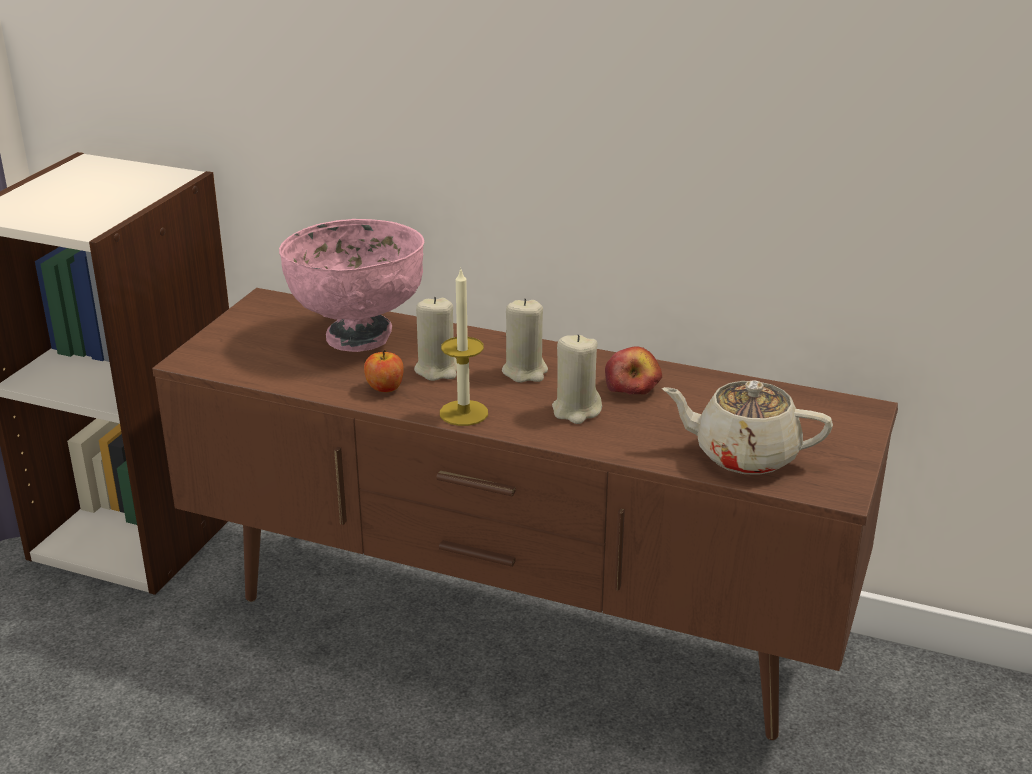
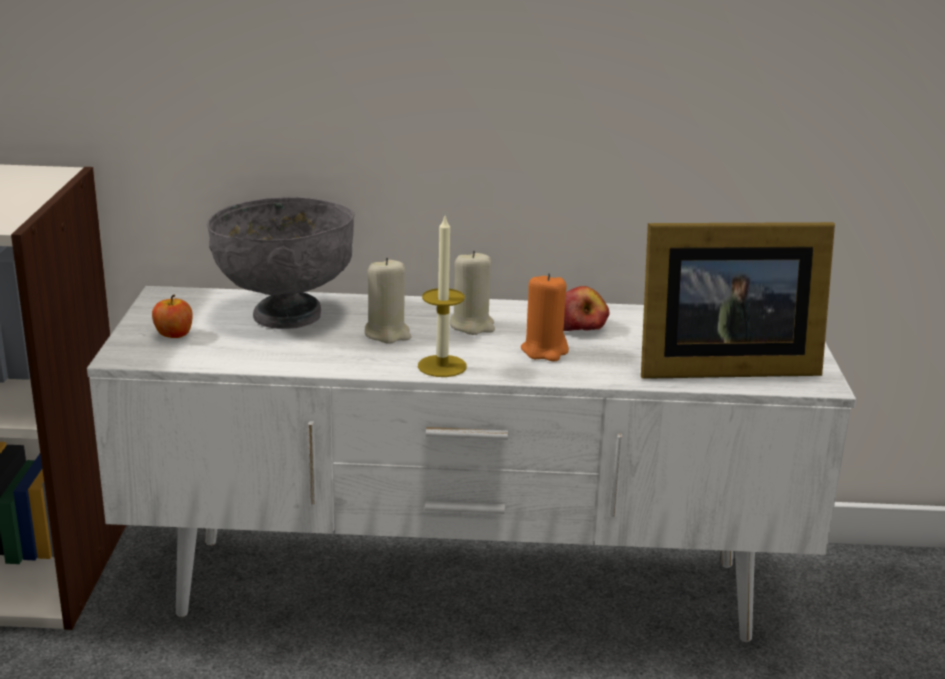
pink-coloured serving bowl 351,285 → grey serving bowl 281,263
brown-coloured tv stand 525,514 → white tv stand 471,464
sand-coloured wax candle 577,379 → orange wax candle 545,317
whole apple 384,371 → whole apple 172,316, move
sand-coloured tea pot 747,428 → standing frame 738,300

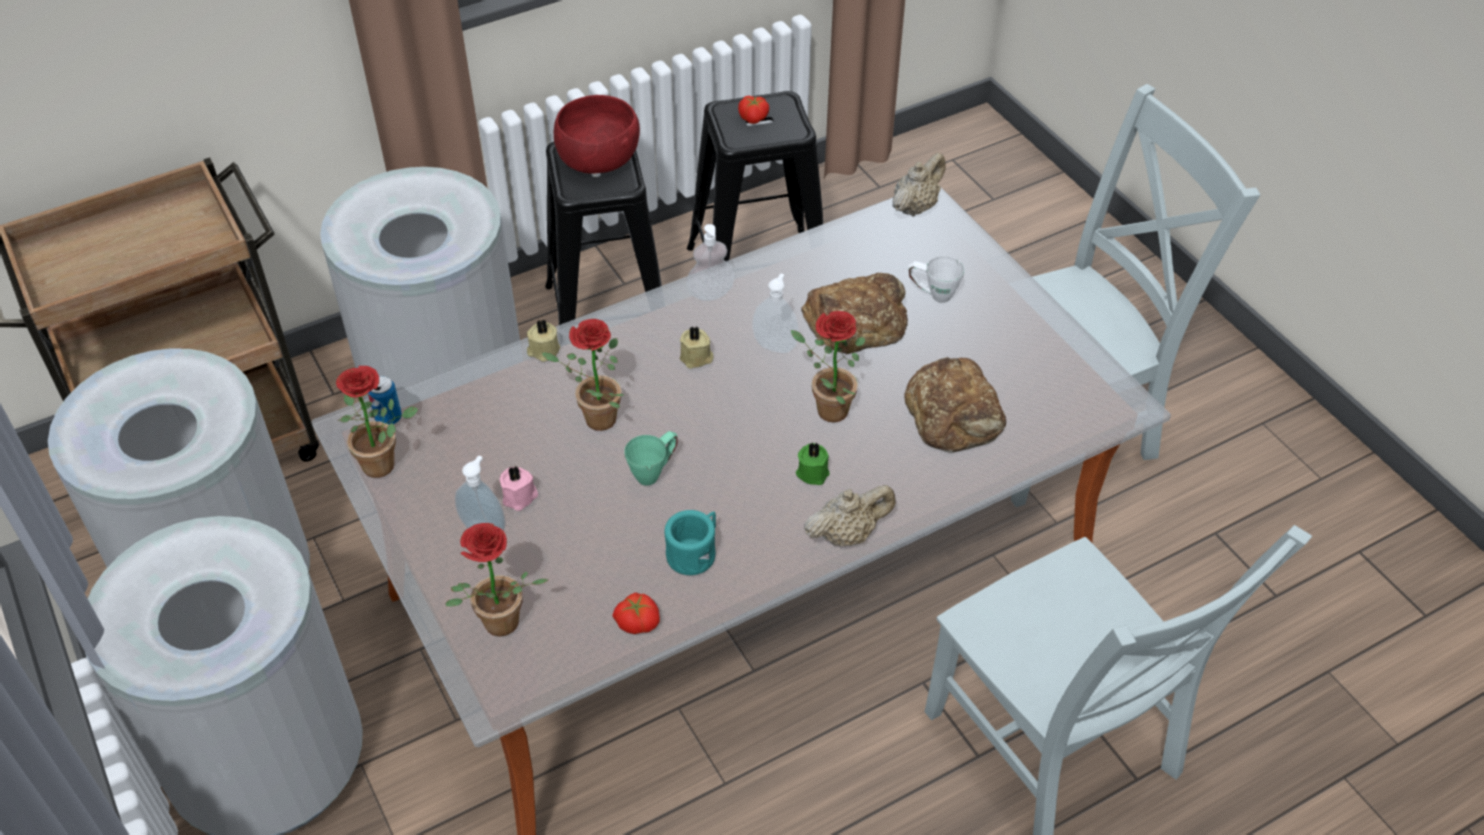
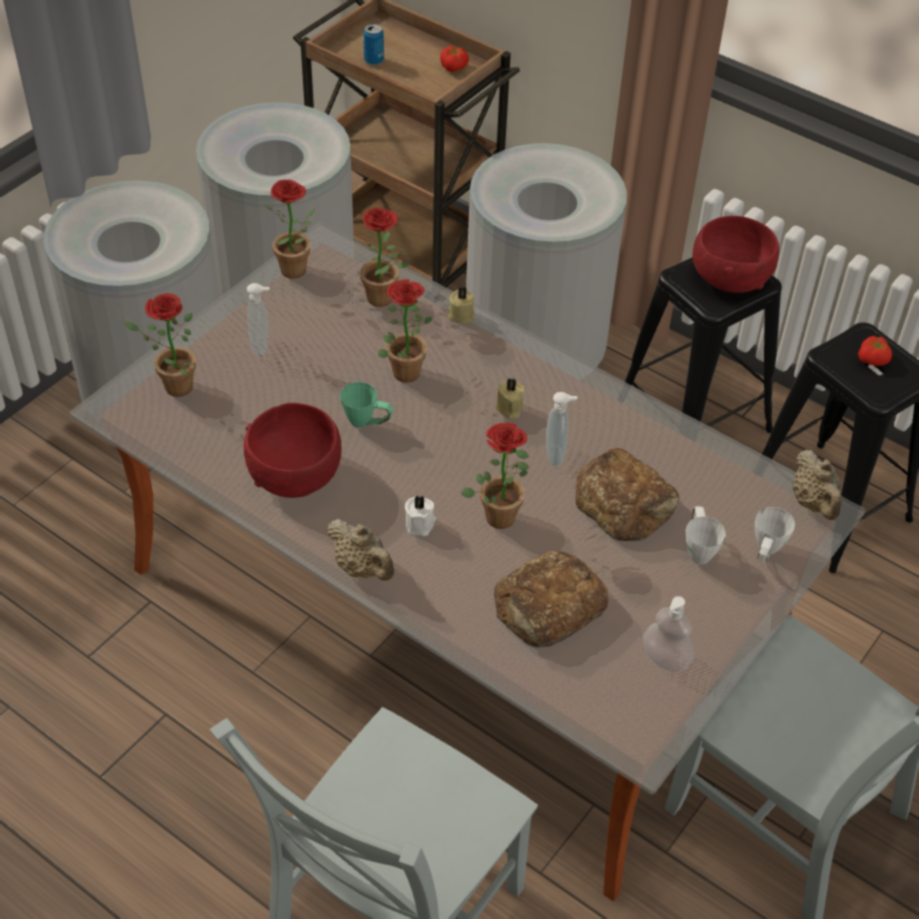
sand-coloured tea pot 918,185 → sand-coloured tea pot 817,485, 60 degrees clockwise
soap dispenser 710,262 → soap dispenser 668,634, move
can 385,400 → can 373,44, move
green-coloured wax candle 813,464 → white wax candle 420,516
pink-coloured wax candle 519,488 → -
turquoise-coloured coffee mug 690,542 → reddish serving bowl 293,450
fresh tomato 636,613 → fresh tomato 454,59, move
- → houseplant 381,257
- → white coffee mug 775,534

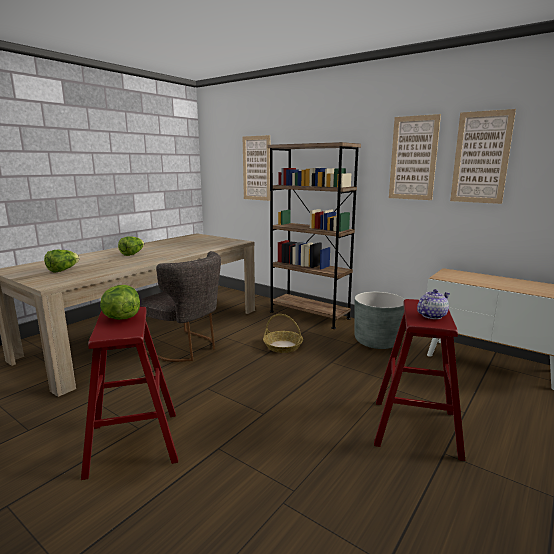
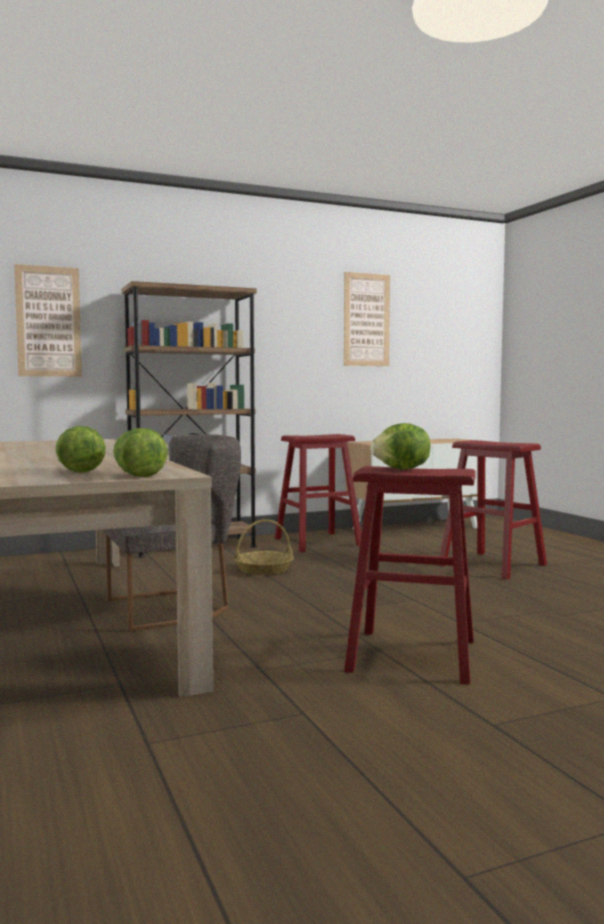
picture 415,157 → -
lettuce head 131,246 → lettuce head 140,452, move
tea pot 433,304 → -
grey flower pot 379,320 → reddish sitting stool 318,493

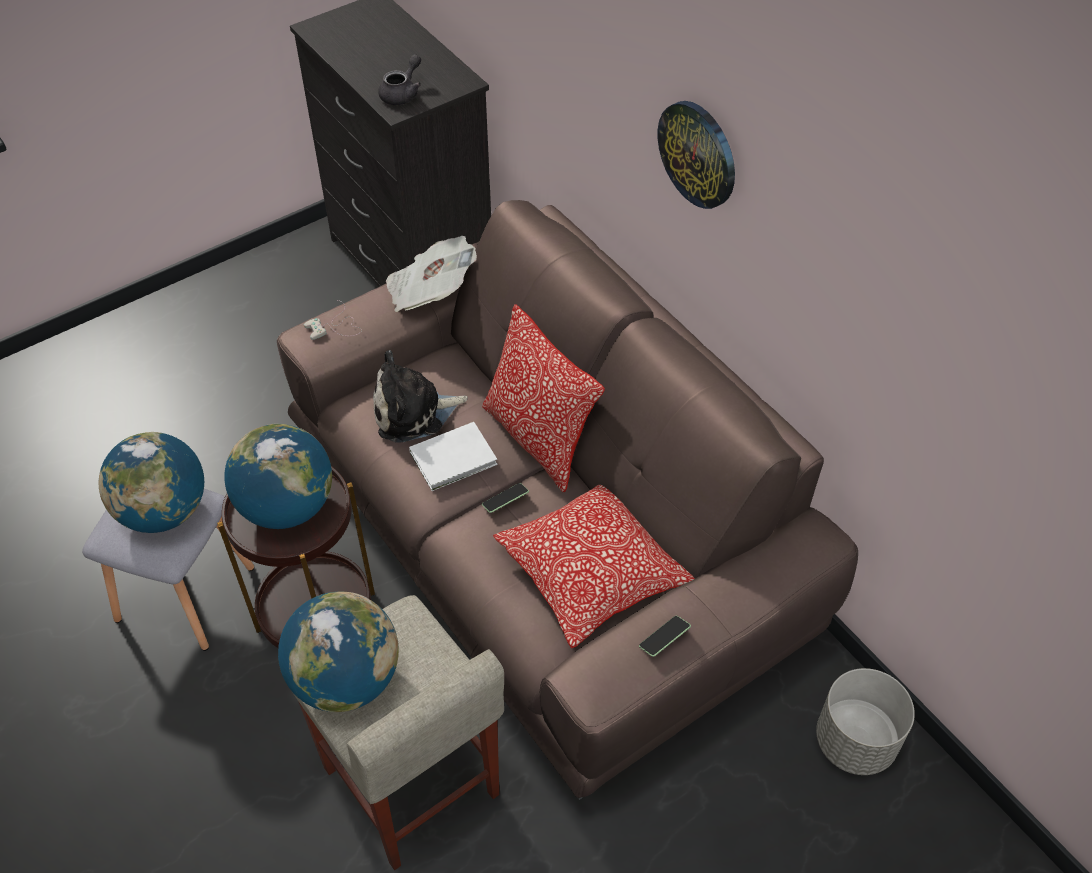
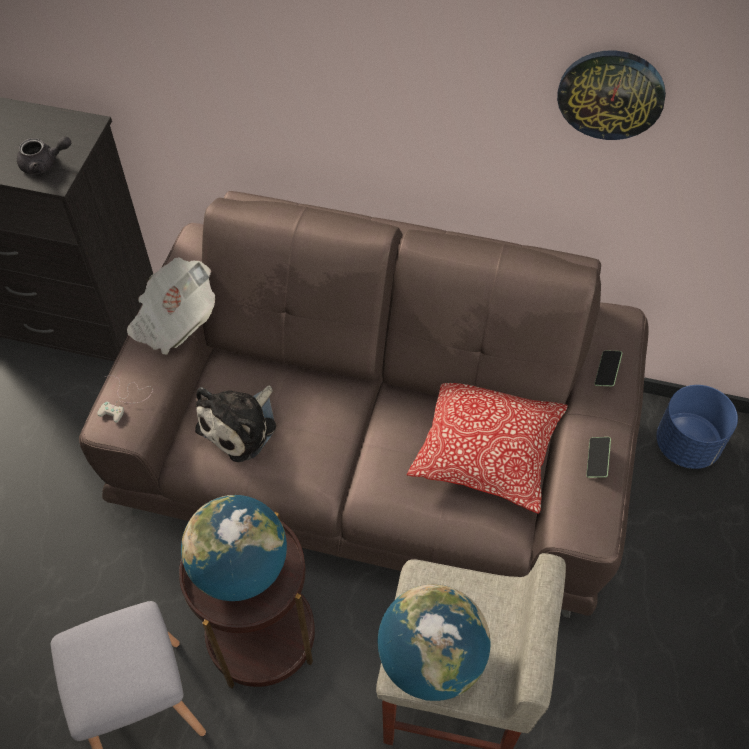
grey tea pot 399,79 → grey tea pot 44,155, 90 degrees clockwise
hanging clock 696,155 → hanging clock 611,95, move
throw pillow 543,398 → -
white book 453,456 → -
desk globe 151,482 → -
phone 505,498 → phone 608,368, move
grey flower pot 865,721 → blue-coloured flower pot 697,427

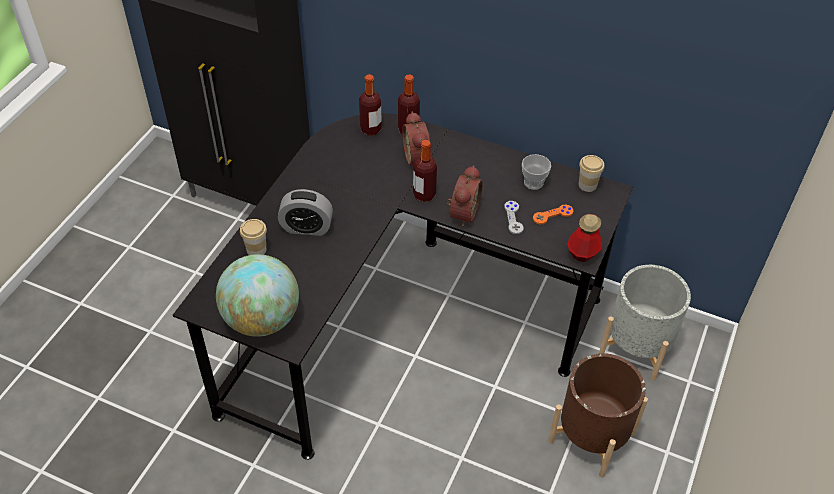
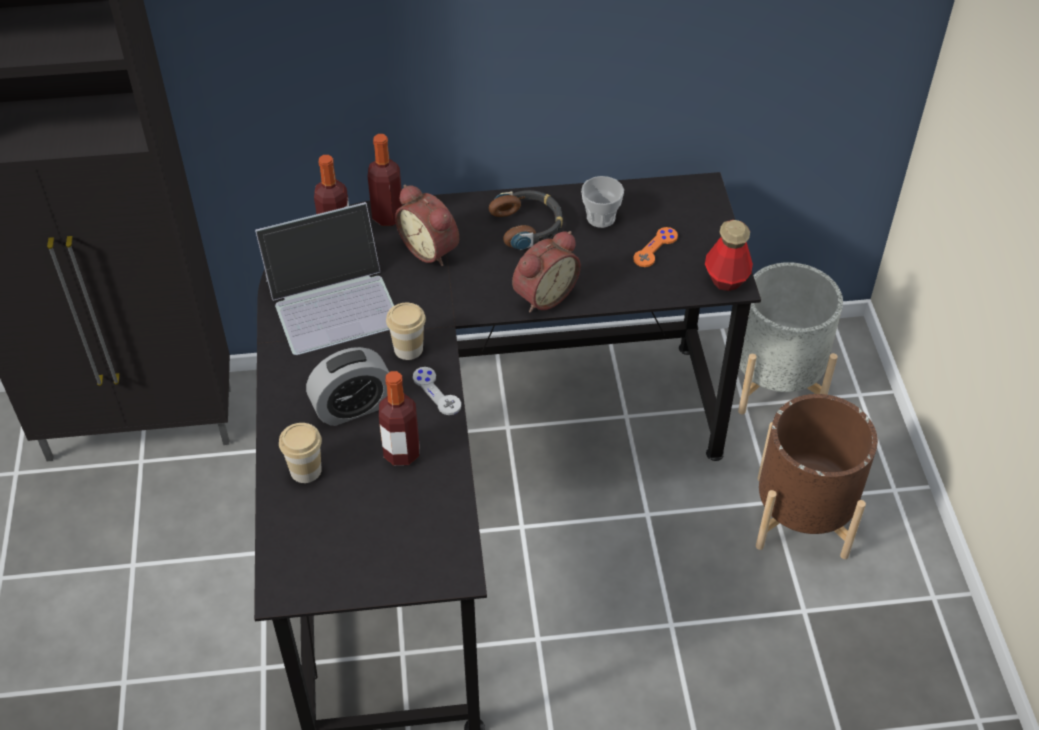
beverage bottle 425,171 → beverage bottle 399,418, move
cup 591,173 → cup 406,331, move
table clock 465,196 → table clock 546,272, 60 degrees clockwise
grey gamepad 514,217 → grey gamepad 437,391, move
desk globe 257,295 → -
- → pair of headphones 526,220
- → notebook computer 324,278

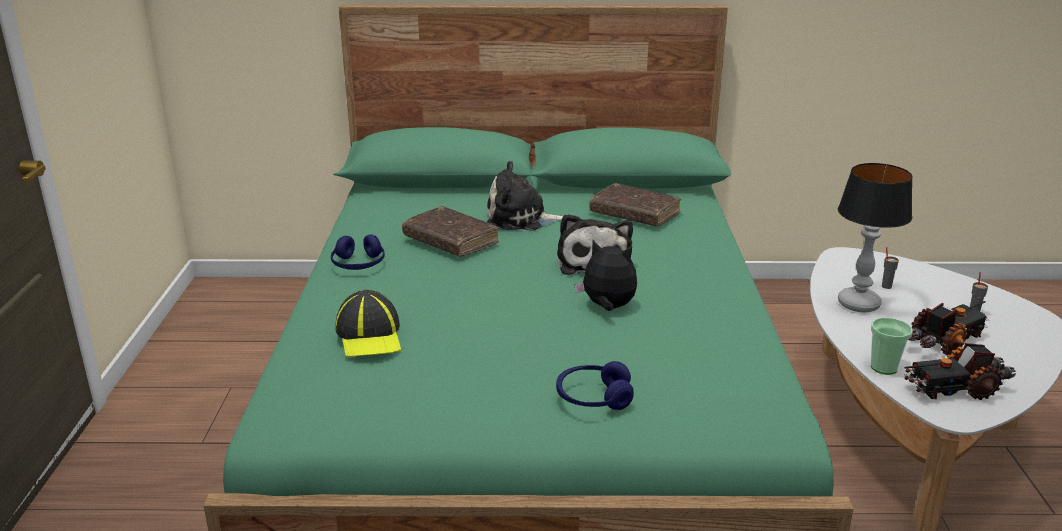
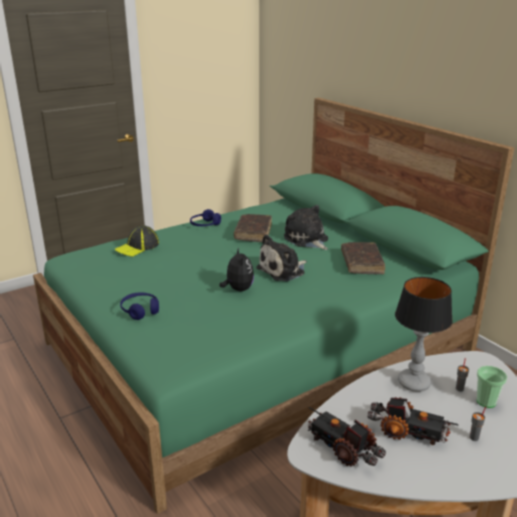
cup 891,346 → cup 492,387, move

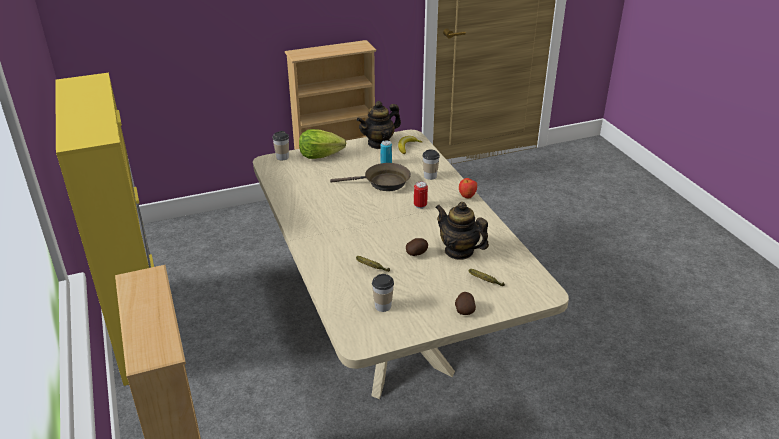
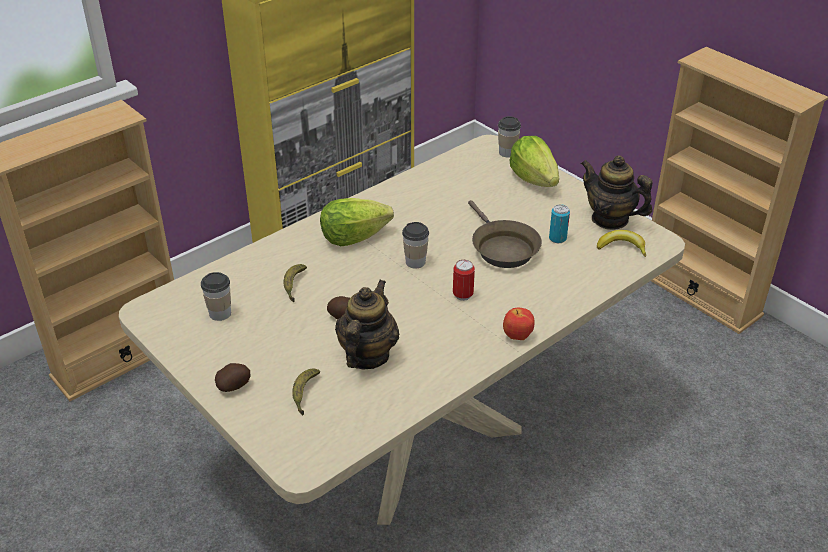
cup 431,164 → cup 415,245, move
- → lettuce head 357,222

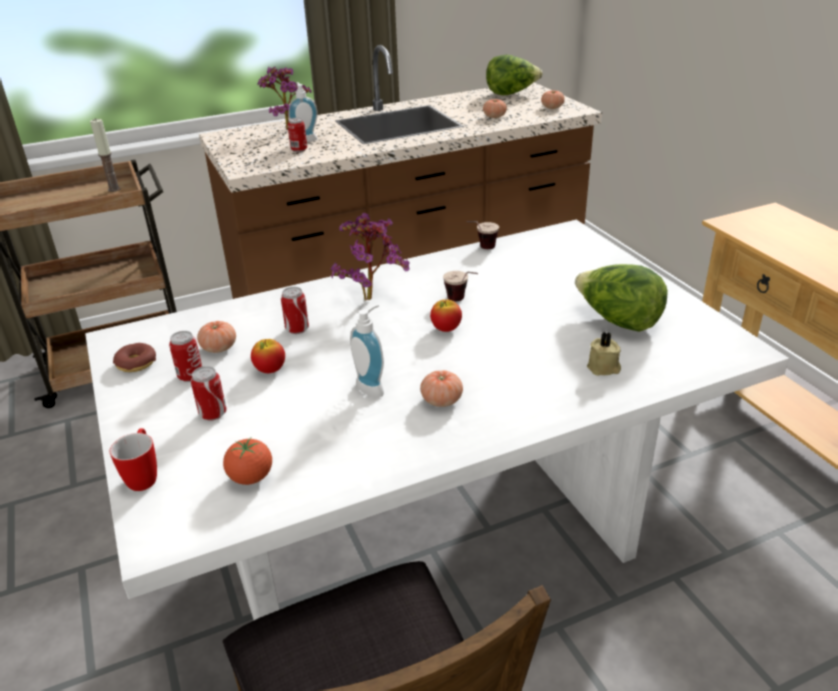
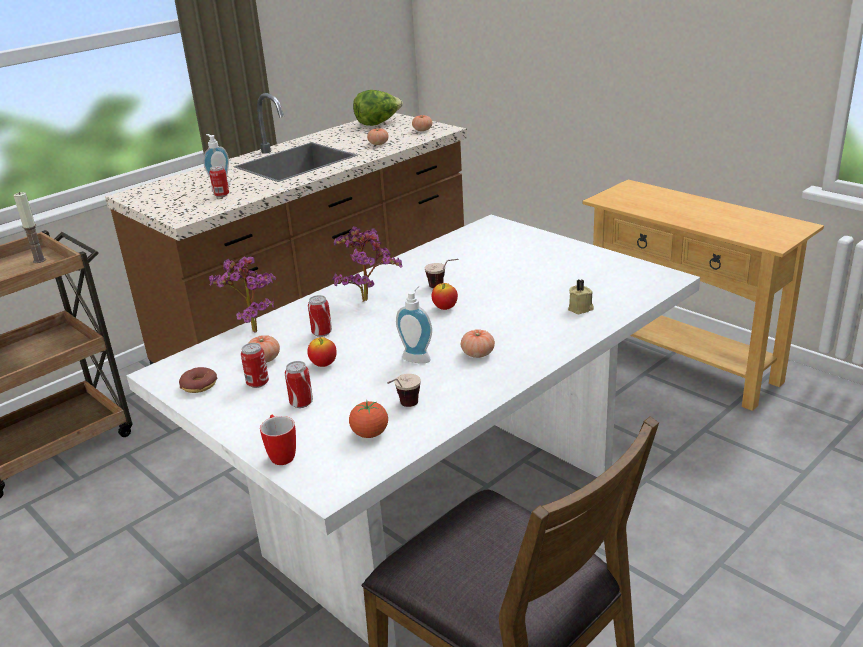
houseplant 285,98 → houseplant 243,294, move
cup 482,235 → cup 404,390, move
lettuce head 621,298 → -

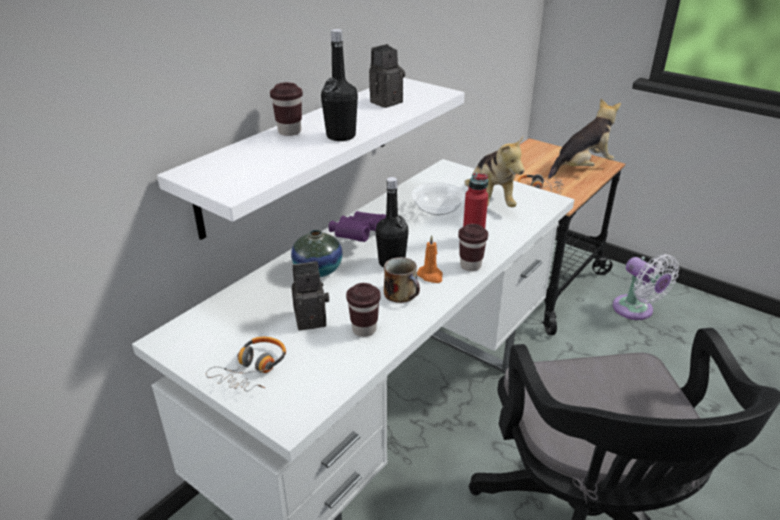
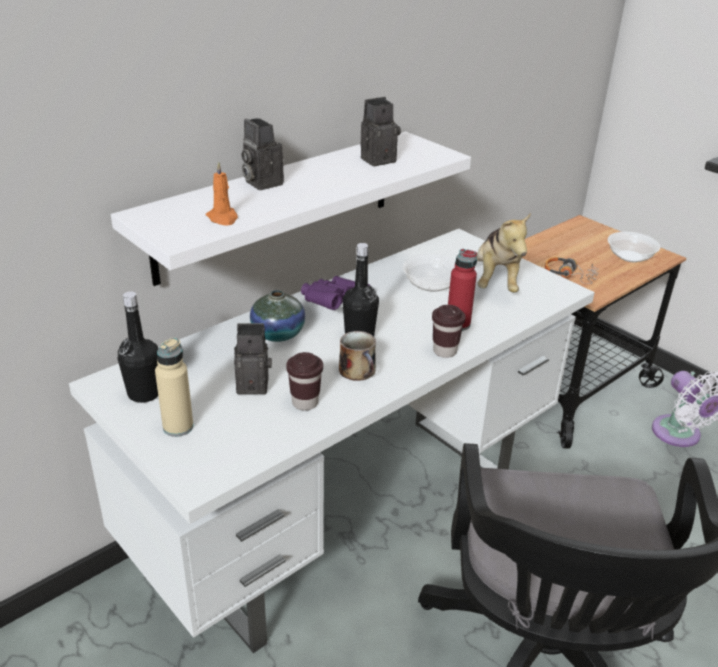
blackish beverage bottle 339,85 → blackish beverage bottle 138,347, move
brown-coloured cup 286,109 → photo camera 262,154
cuddly toy 584,139 → serving bowl 633,247
orange wax candle 430,259 → orange wax candle 222,193, move
pair of headphones 246,364 → sand-coloured beverage bottle 174,387

